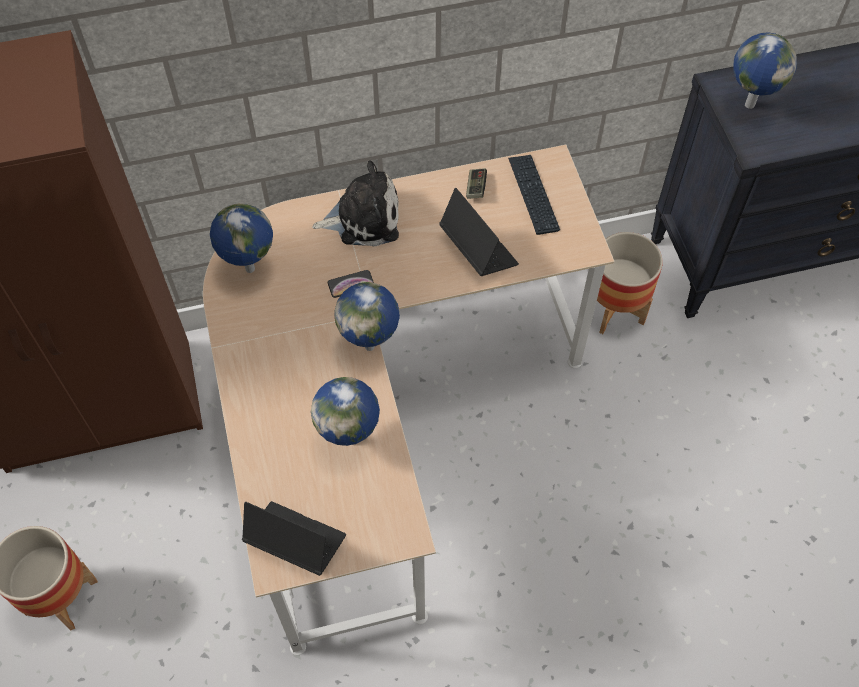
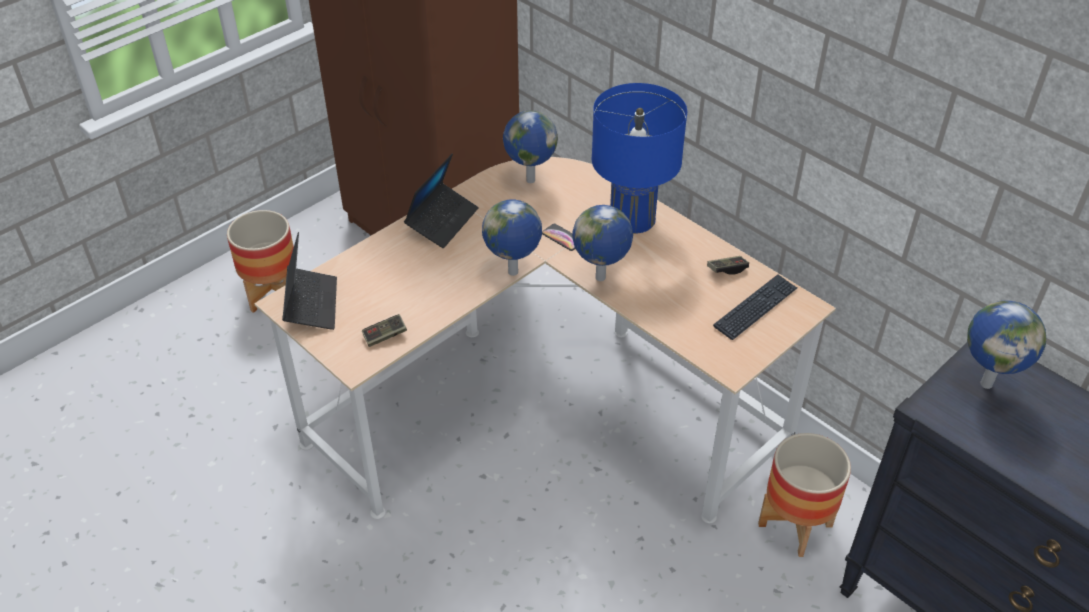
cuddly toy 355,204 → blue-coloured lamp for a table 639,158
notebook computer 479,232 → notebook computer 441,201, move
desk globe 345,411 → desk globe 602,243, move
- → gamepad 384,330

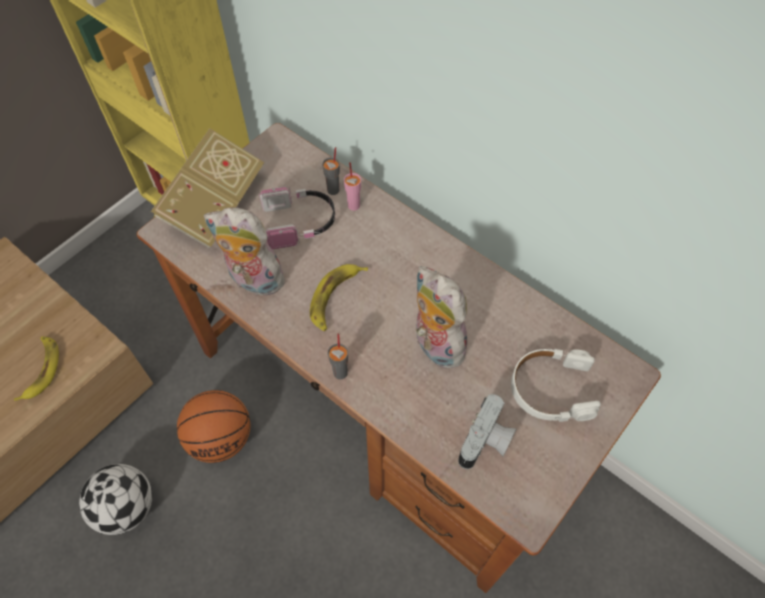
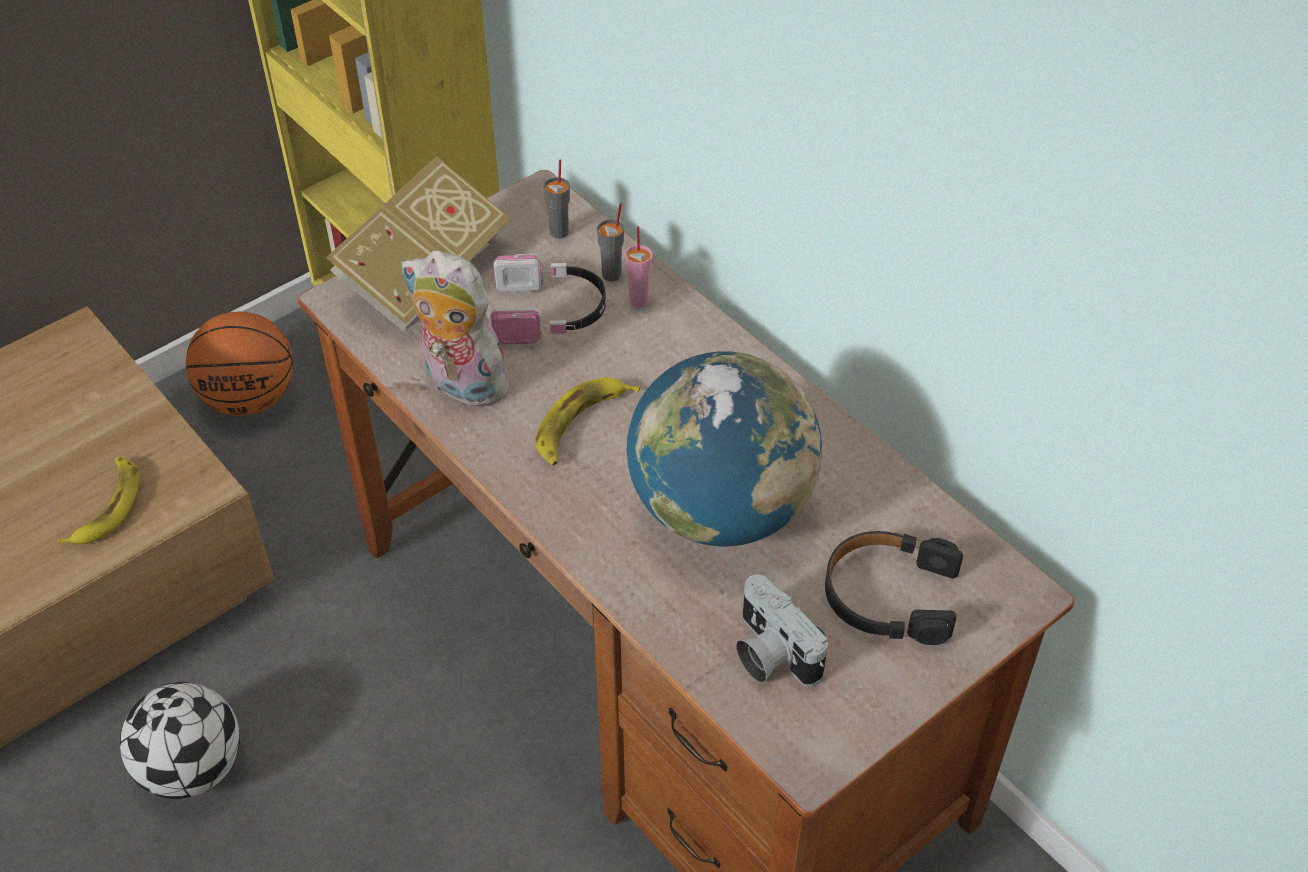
cuddly toy 441,317 → desk globe 724,449
grey cup 338,356 → grey cup 556,199, move
white pair of headphones 556,385 → blackish pair of headphones 894,588
basketball ball 213,426 → basketball ball 239,364, move
photo camera 487,431 → photo camera 782,630, 105 degrees clockwise

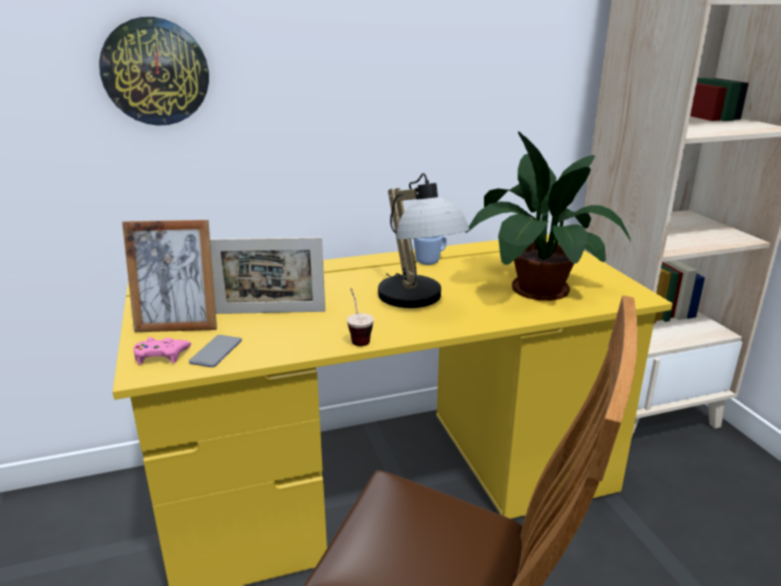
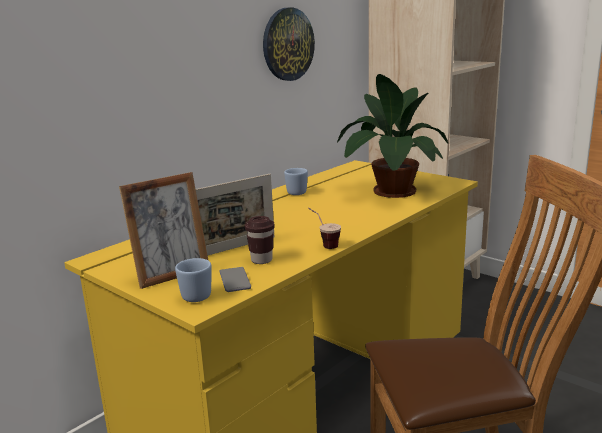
hanging clock 154,71 → hanging clock 289,44, move
lamp for a table 423,240 → -
pink-coloured gamepad 162,351 → blue-coloured coffee mug 193,280
- → brown-coloured cup 260,240

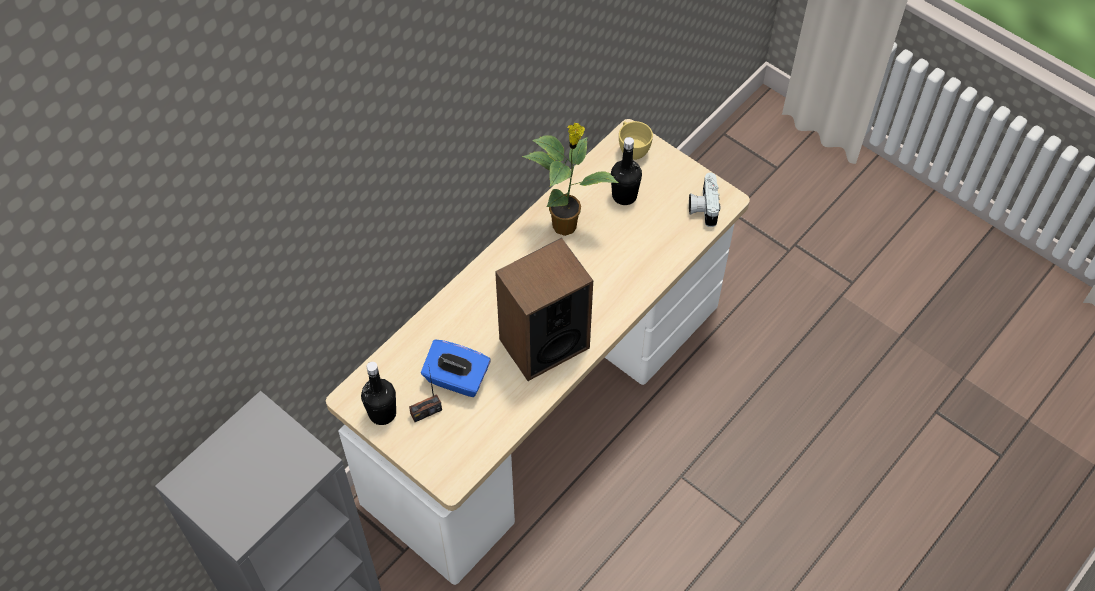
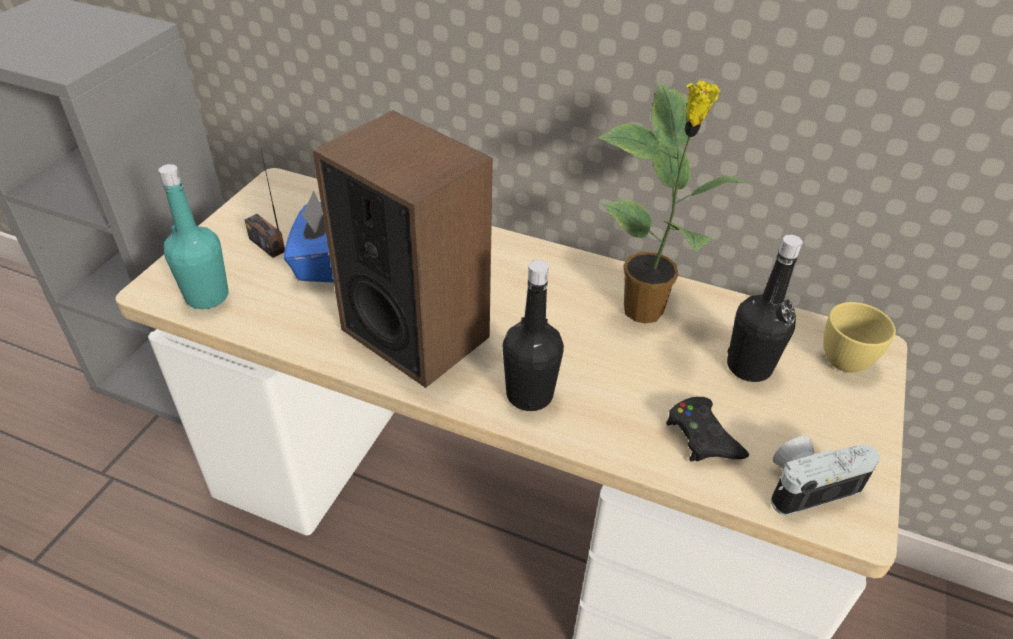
blackish beverage bottle 378,393 → blackish beverage bottle 533,335, move
- → turquoise-coloured beverage bottle 193,236
- → blackish gamepad 707,429

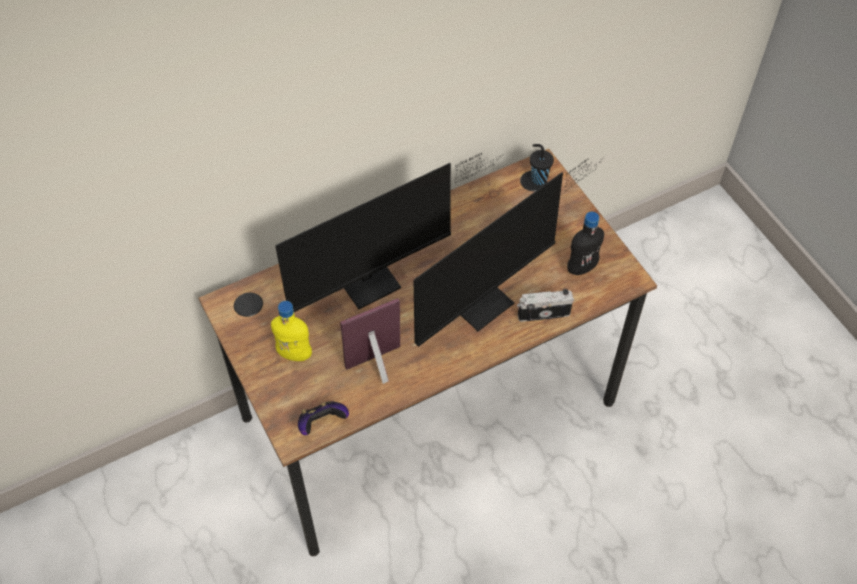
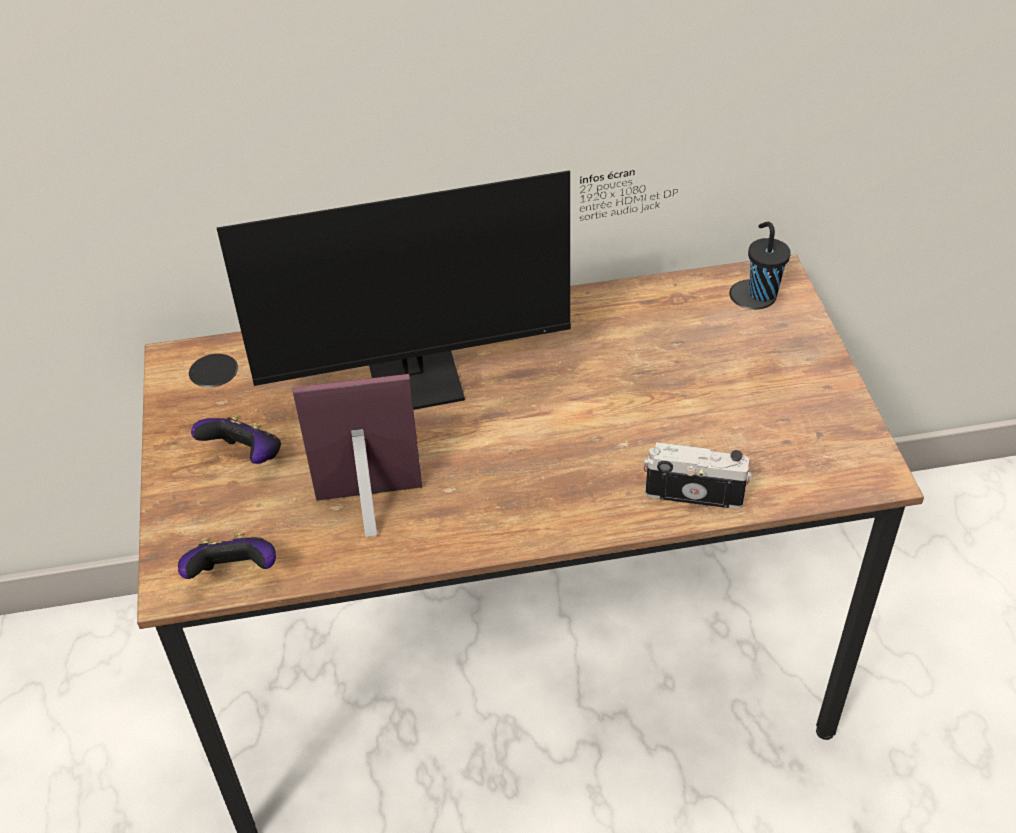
computer screen 509,251 → -
blackish beverage bottle 585,243 → -
yellowish beverage bottle 291,331 → gamepad 236,439

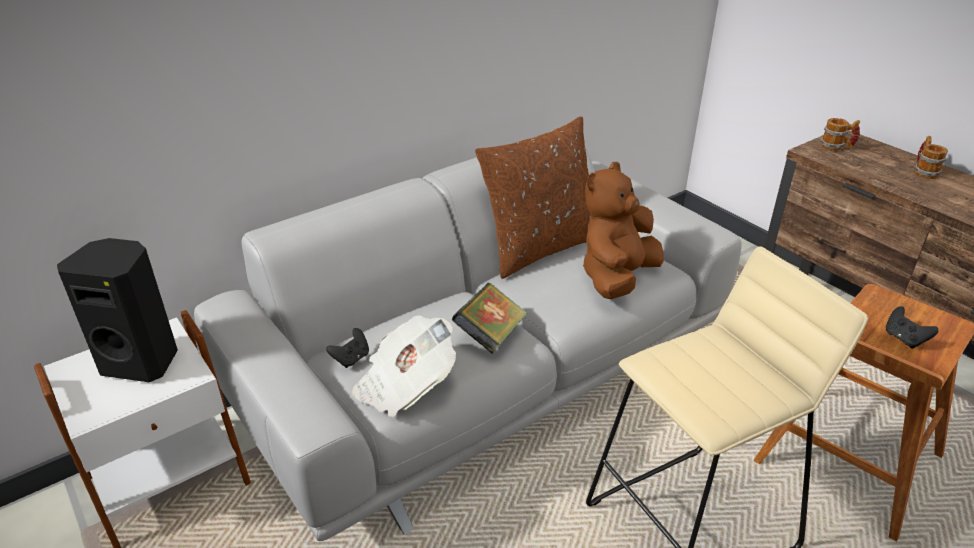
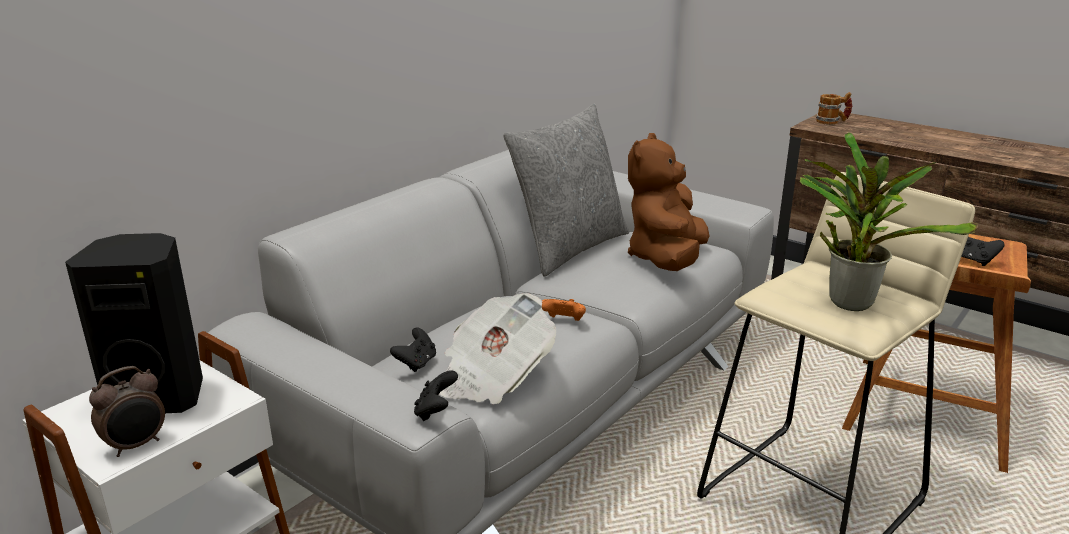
brown-coloured throw pillow 533,197 → grey throw pillow 566,190
coffee mug 931,157 → -
book 489,318 → orange gamepad 564,310
- → houseplant 889,221
- → table clock 127,411
- → blackish gamepad 436,395

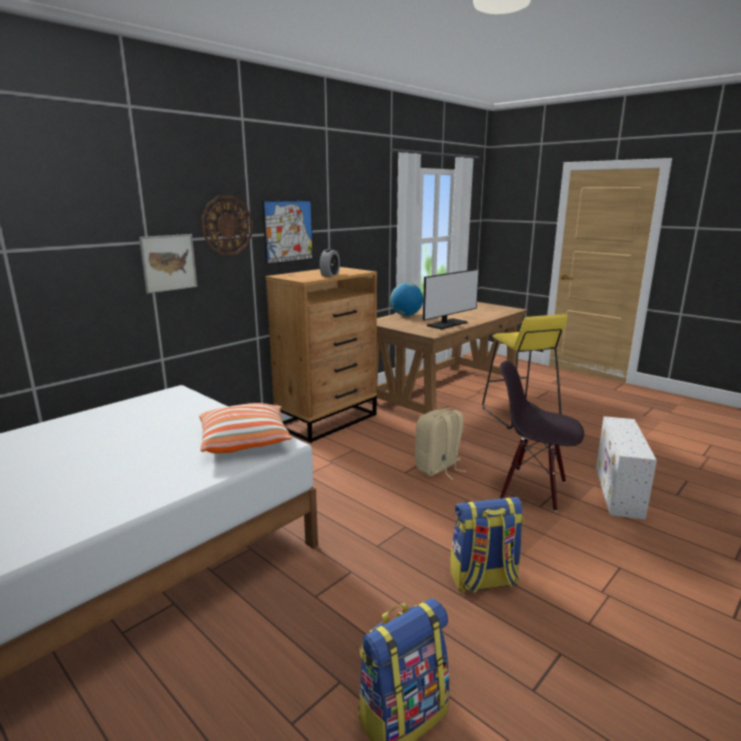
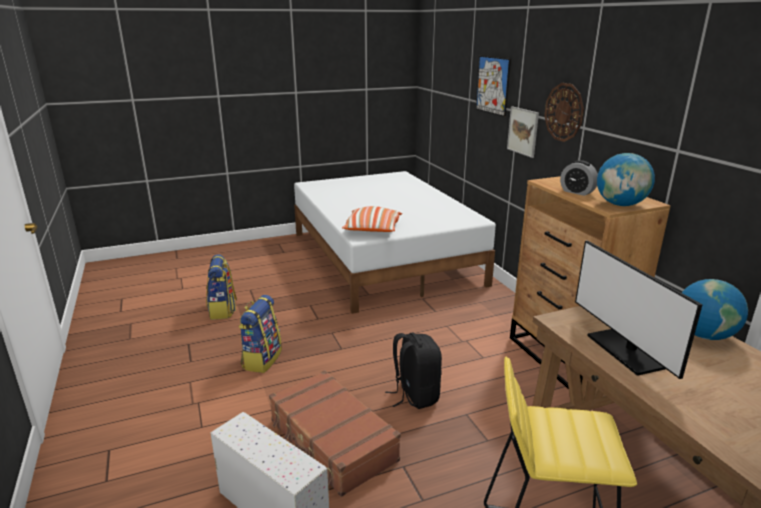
picture 287,232 → picture 493,86, move
blackish chair 542,436 → brown-coloured piece of luggage 335,433
sand-coloured backpack 440,444 → blackish backpack 413,371
- → desk globe 626,179

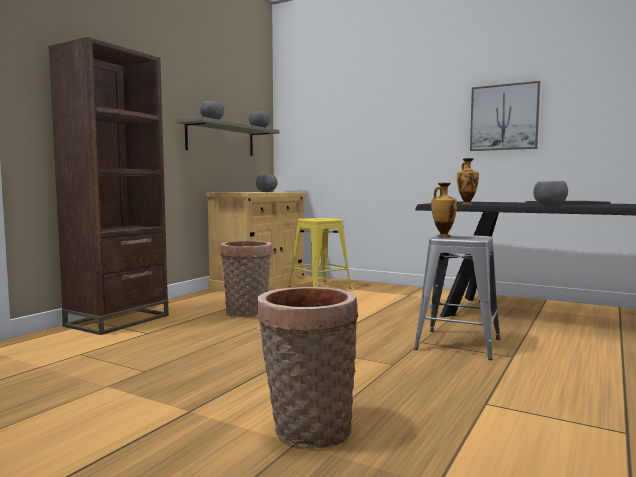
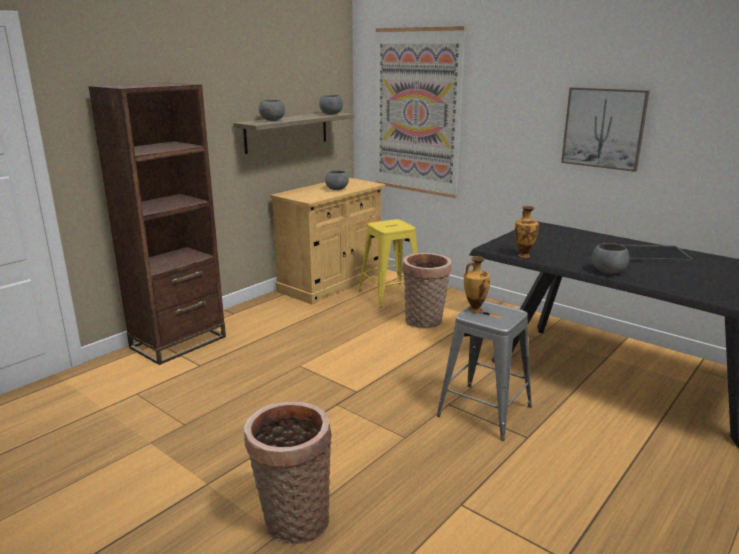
storage basket 246,279 → storage basket 426,291, move
- → picture 420,112

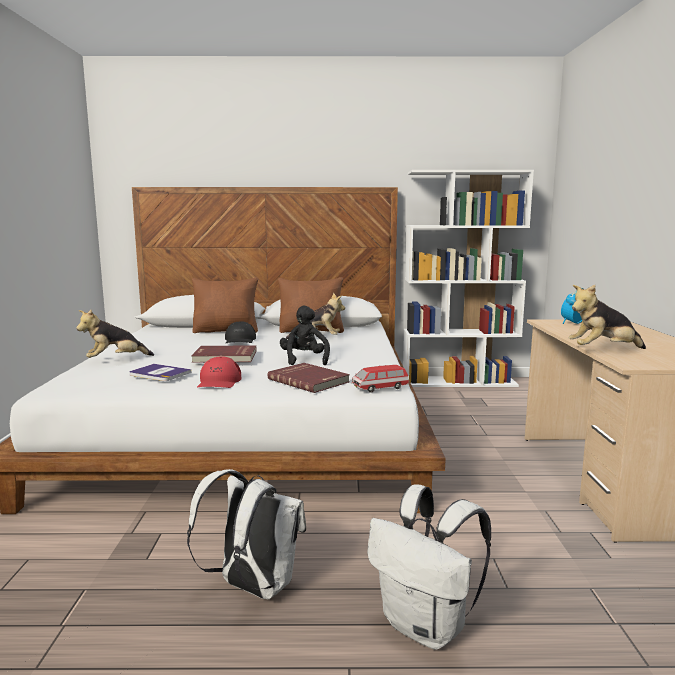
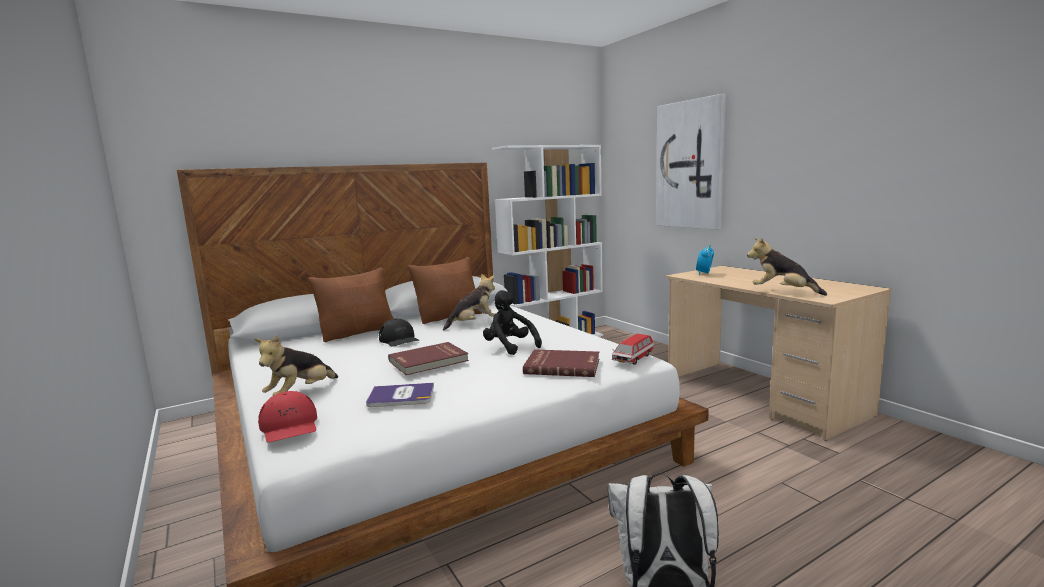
cuddly toy 607,317 → cuddly toy 787,267, 75 degrees clockwise
reddish baseball cap 219,372 → reddish baseball cap 287,416, move
white backpack 429,567 → -
- → picture 691,162

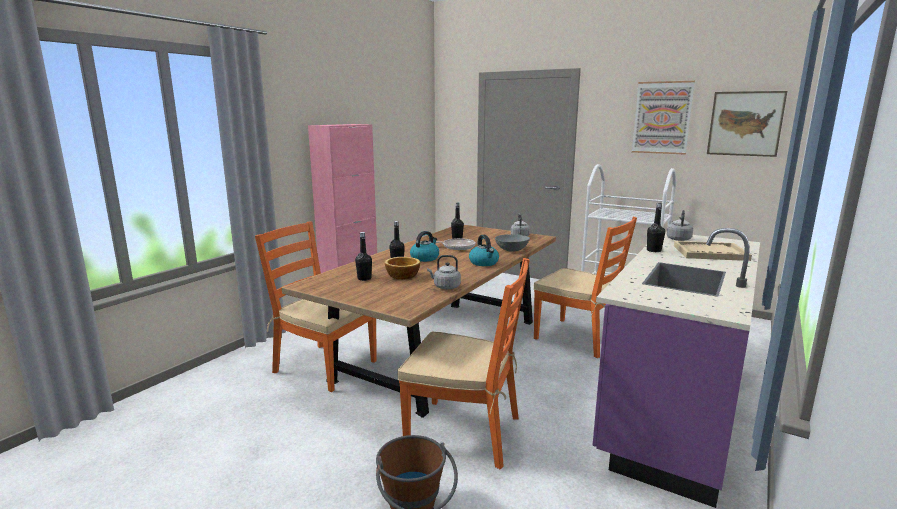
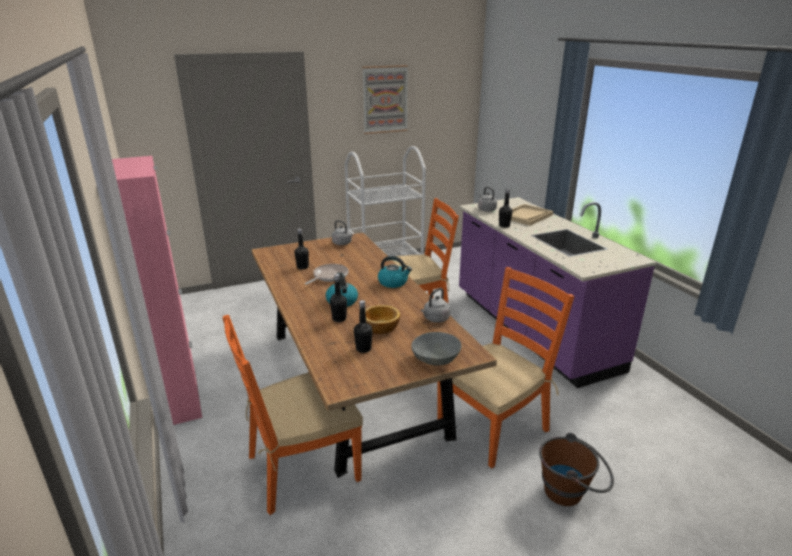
picture 747,124 → -
grey serving bowl 512,243 → grey serving bowl 436,348, move

